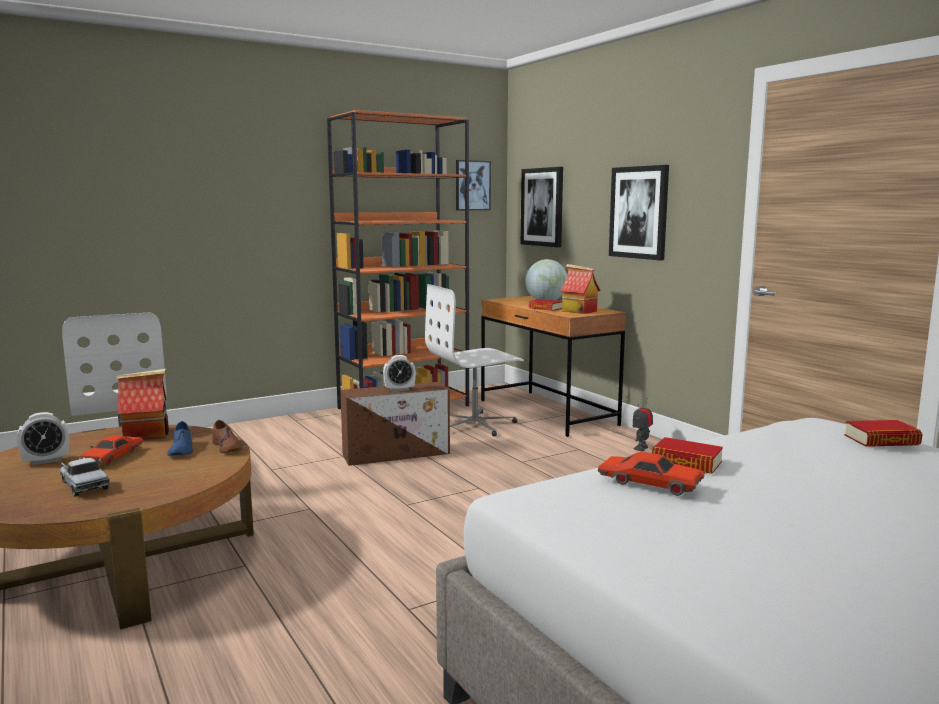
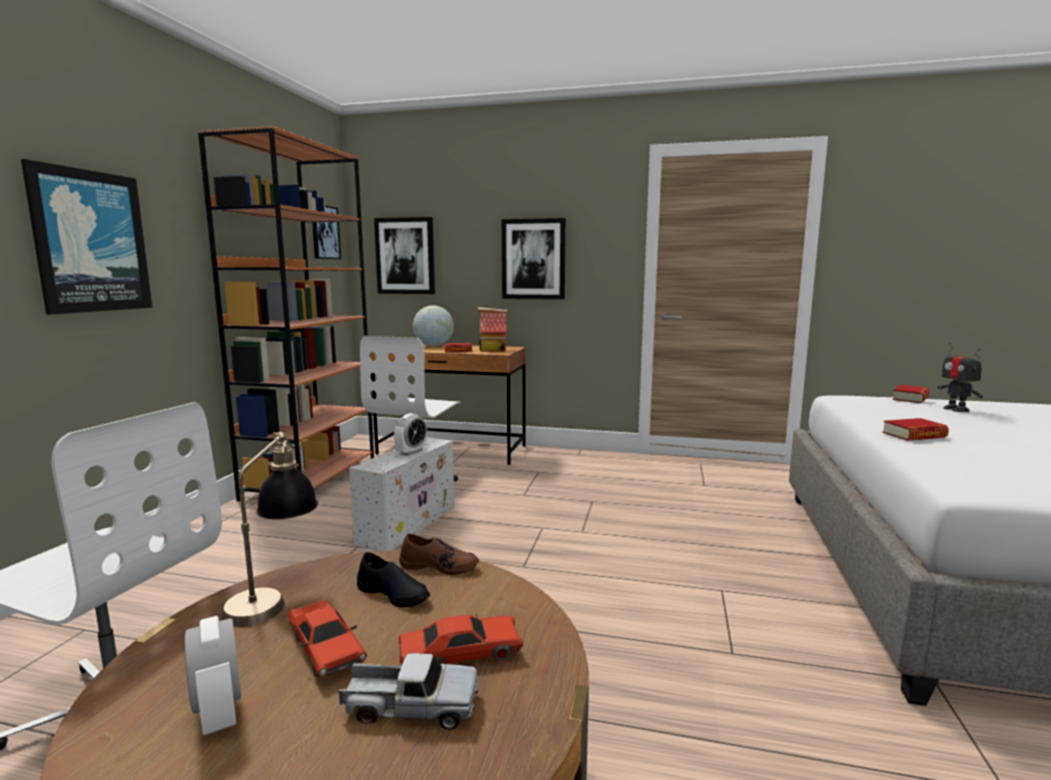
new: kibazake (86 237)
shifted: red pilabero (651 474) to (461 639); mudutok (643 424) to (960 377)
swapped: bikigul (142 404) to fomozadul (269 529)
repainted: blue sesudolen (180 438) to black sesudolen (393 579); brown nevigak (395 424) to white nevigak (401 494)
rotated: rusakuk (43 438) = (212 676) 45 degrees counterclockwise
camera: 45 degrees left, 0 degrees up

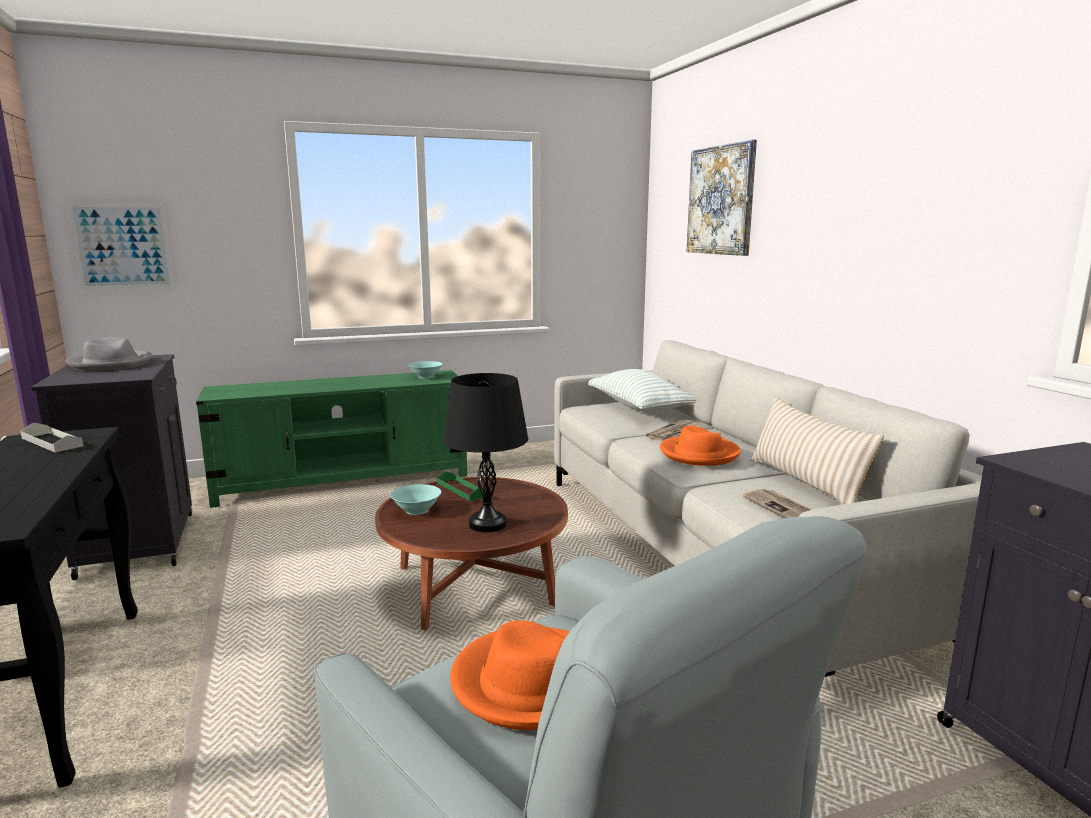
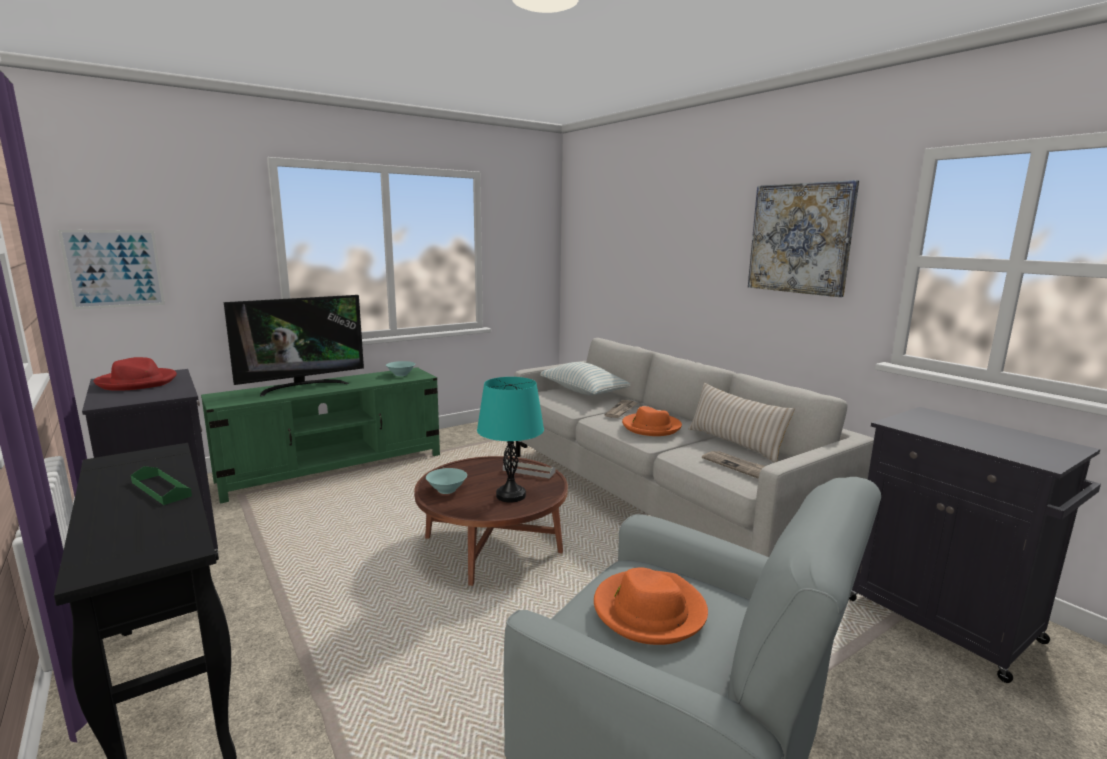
new: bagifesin (294 345)
shifted: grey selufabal (51 437) to (529 469); green selufabal (461 486) to (161 485); kibazake (722 197) to (803 238)
repainted: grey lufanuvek (108 354) to red lufanuvek (135 374); black fomozadul (485 452) to turquoise fomozadul (510 440)
camera: 15 degrees left, 0 degrees up

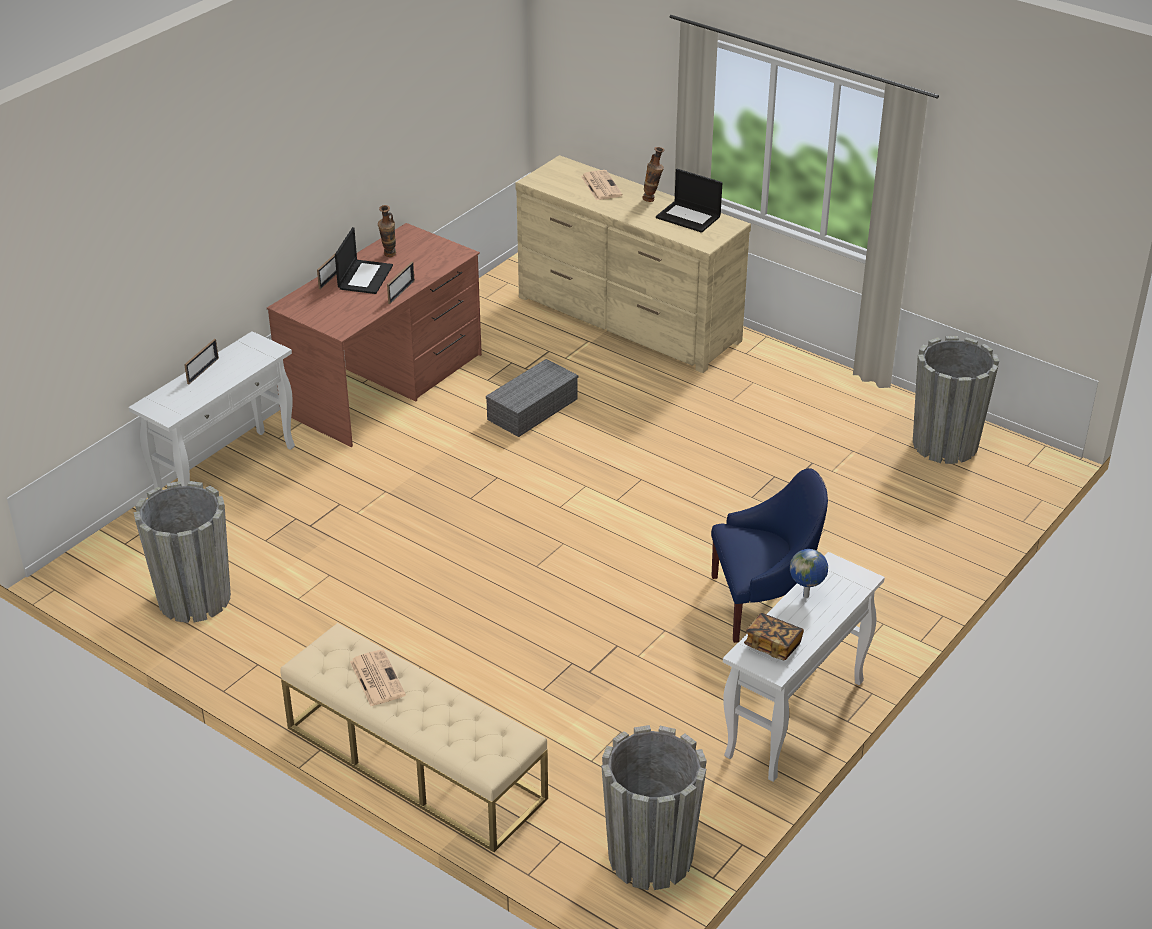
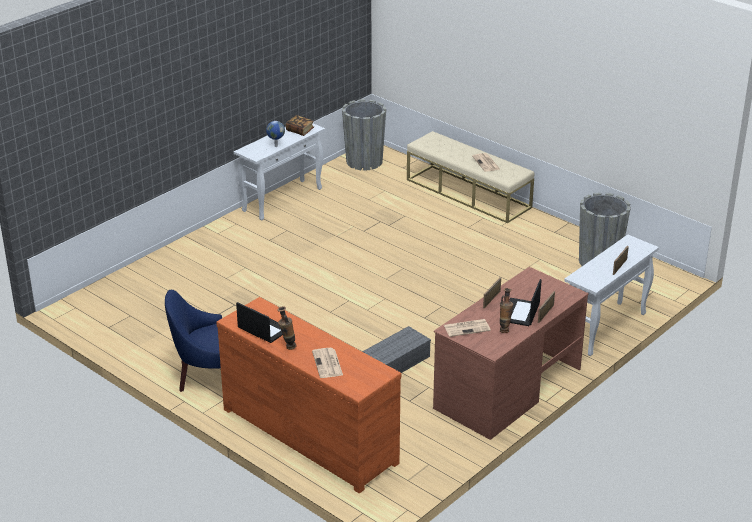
gone: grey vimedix (956 400)
new: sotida (467 328)
shifted: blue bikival (769 555) to (193 341)
repainted: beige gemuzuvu (633 264) to orange gemuzuvu (308 395)
camera: 175 degrees left, 5 degrees down

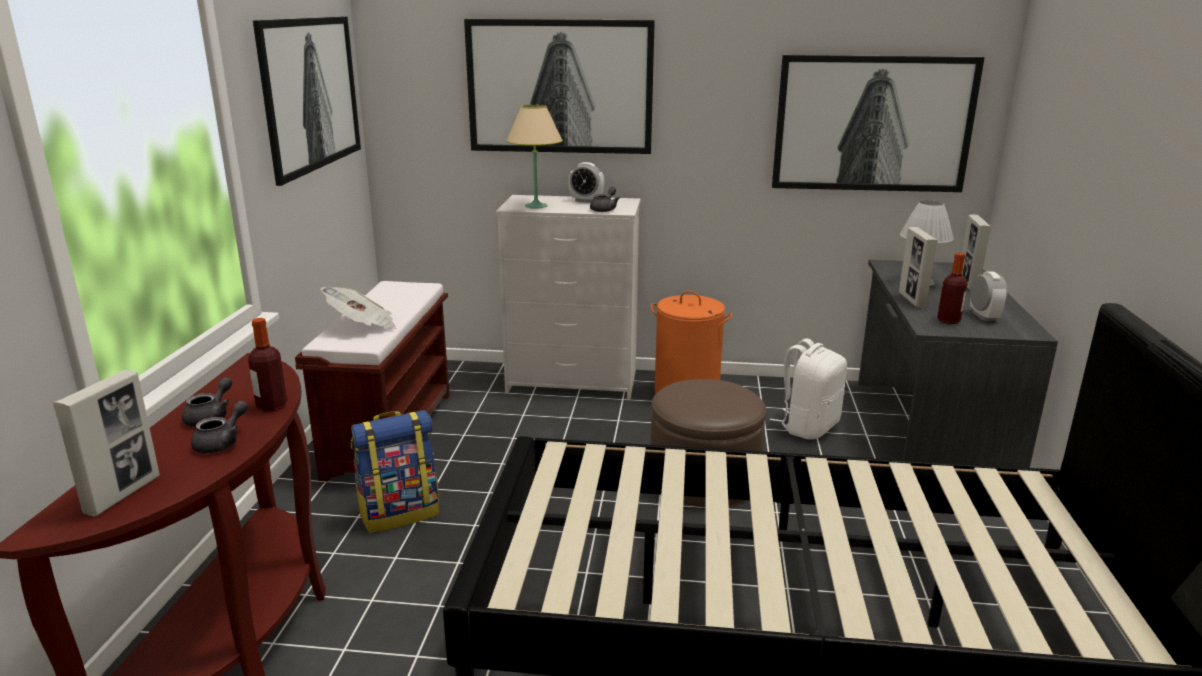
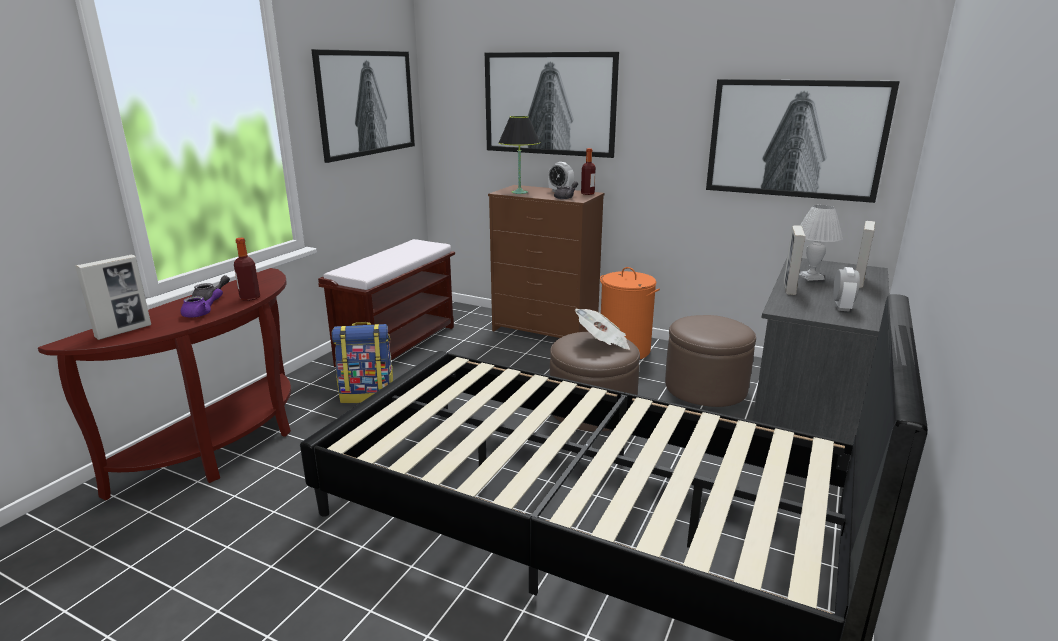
shifted: sotida (358 308) to (602 329); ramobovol (952 288) to (588 171)
swapped: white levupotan (808 389) to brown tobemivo (710 361)
repainted: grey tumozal (219 427) to purple tumozal (202 303); white gemuzuvu (568 297) to brown gemuzuvu (546 261); beige fomozadul (534 157) to black fomozadul (519 155)
camera: 20 degrees right, 0 degrees up

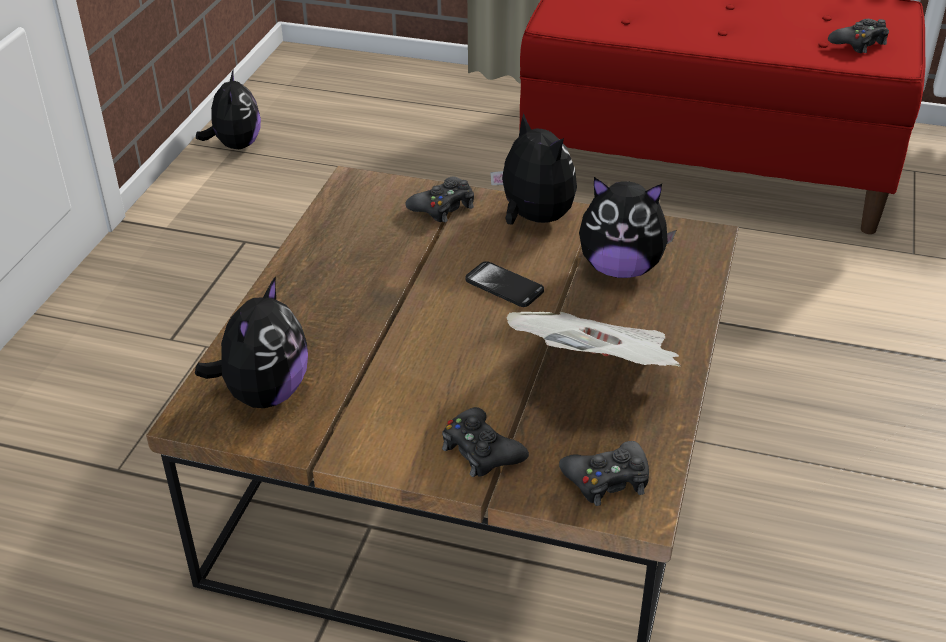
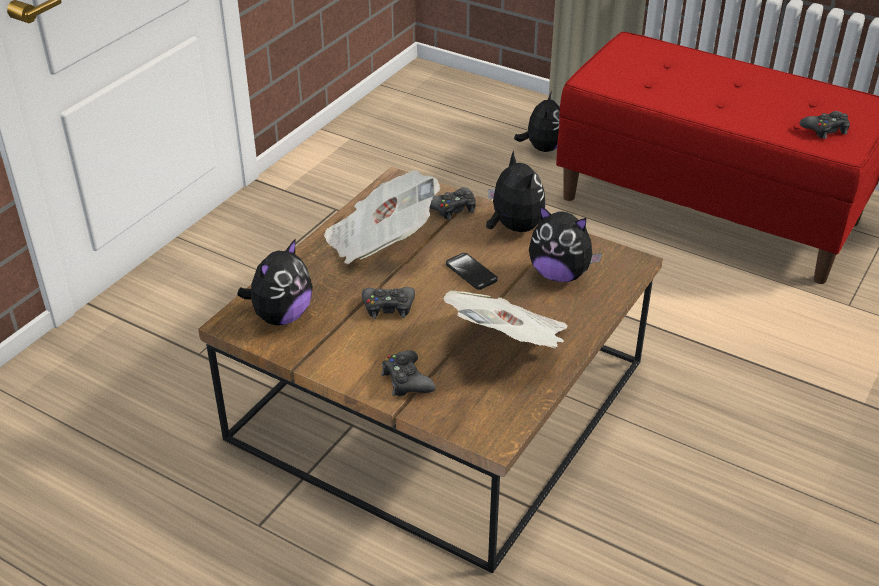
new: sotida (382 217)
shifted: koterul (228 108) to (537 121); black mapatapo (604 473) to (388 303)
camera: 15 degrees right, 0 degrees up

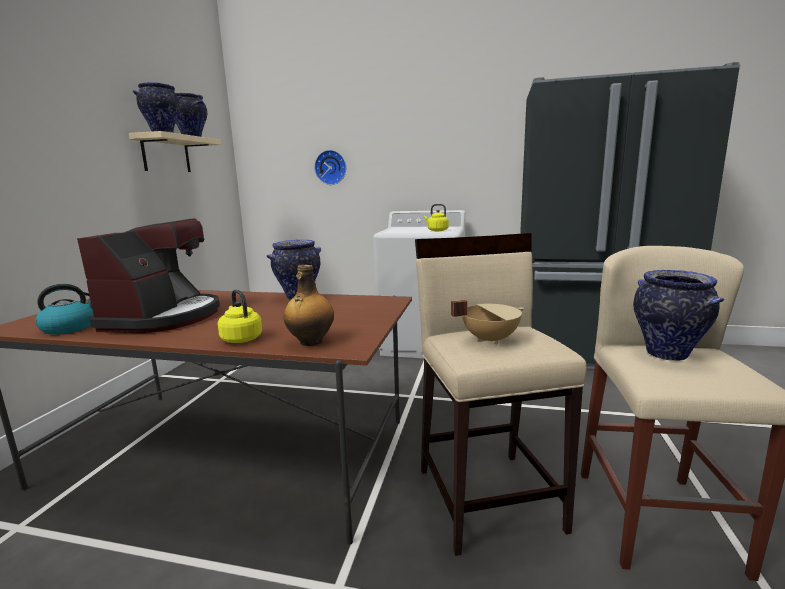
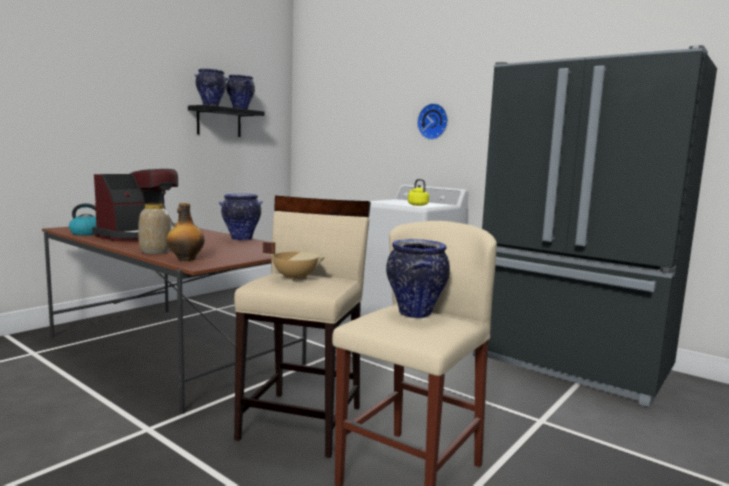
shifted: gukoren (330 167) to (432 121)
swapped: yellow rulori (240 316) to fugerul (154 228)
repainted: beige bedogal (175 151) to black bedogal (226 121)
camera: 25 degrees right, 5 degrees down

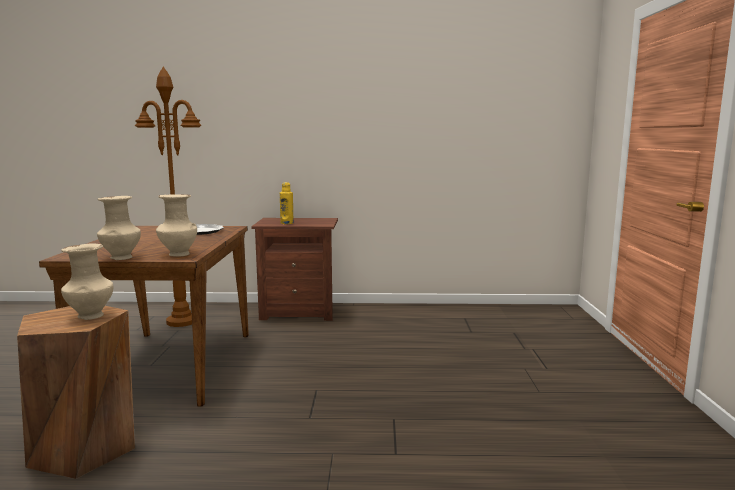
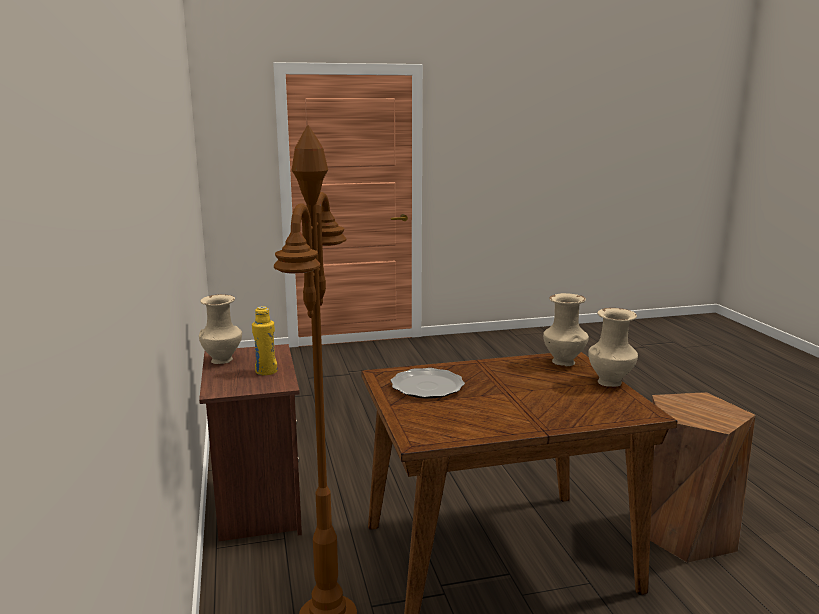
shifted: beige fugerul (87 282) to (220 329)
camera: 105 degrees left, 5 degrees up

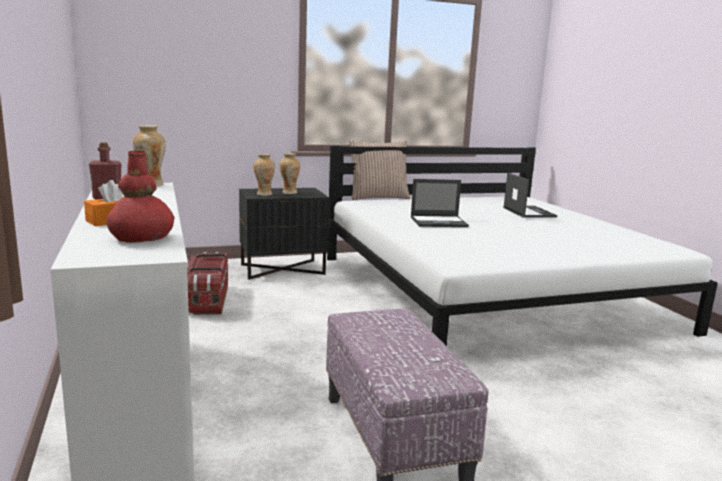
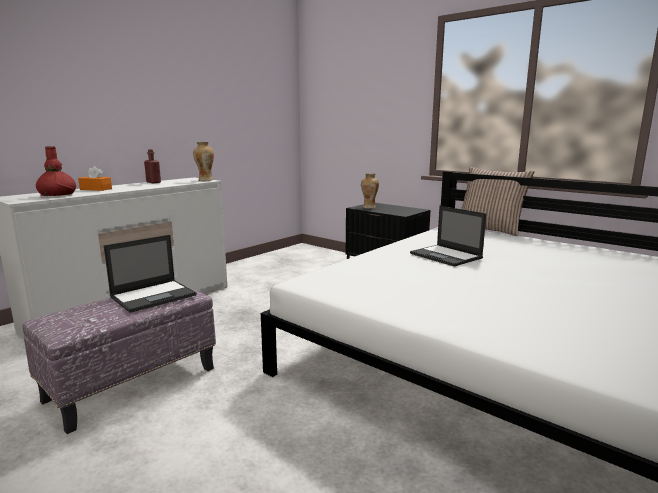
gone: nevigak (207 283); fugerul (289 173)
shifted: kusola (530 195) to (150 274)
camera: 60 degrees right, 0 degrees up

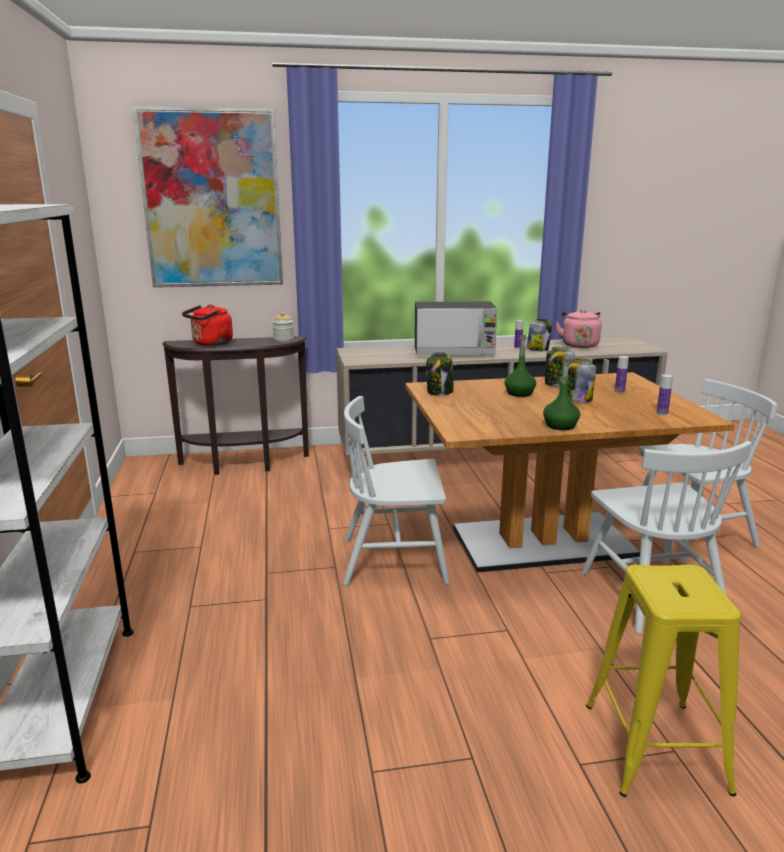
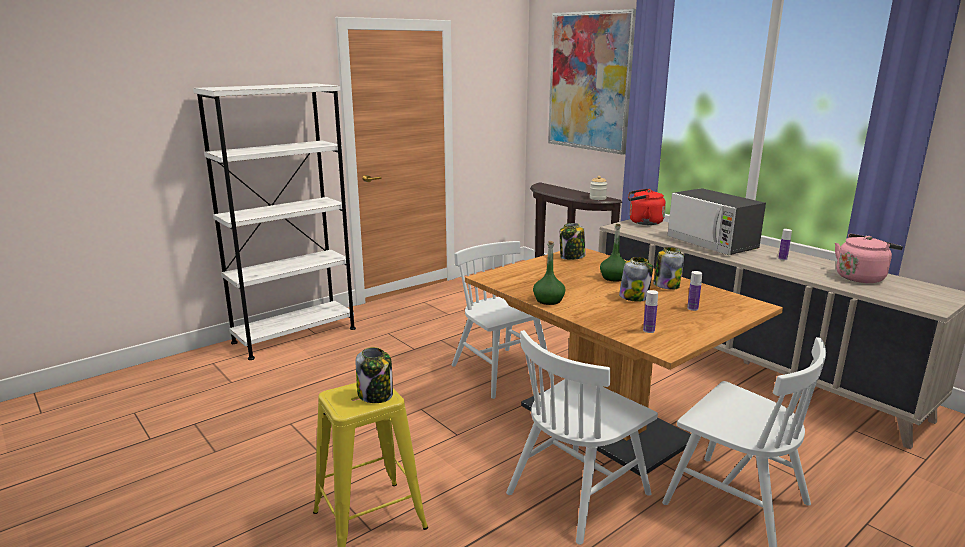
shifted: red rulori (207 325) to (647 207); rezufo (539 335) to (374 375)
camera: 60 degrees right, 0 degrees up

